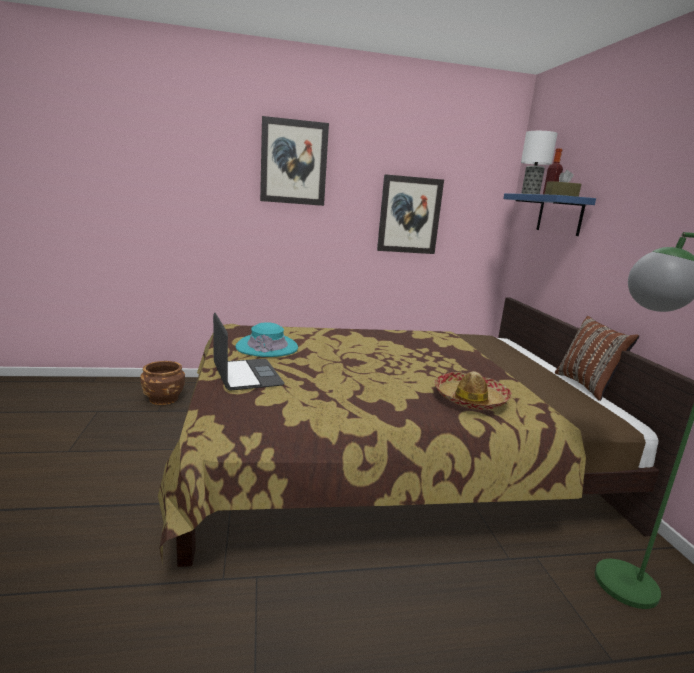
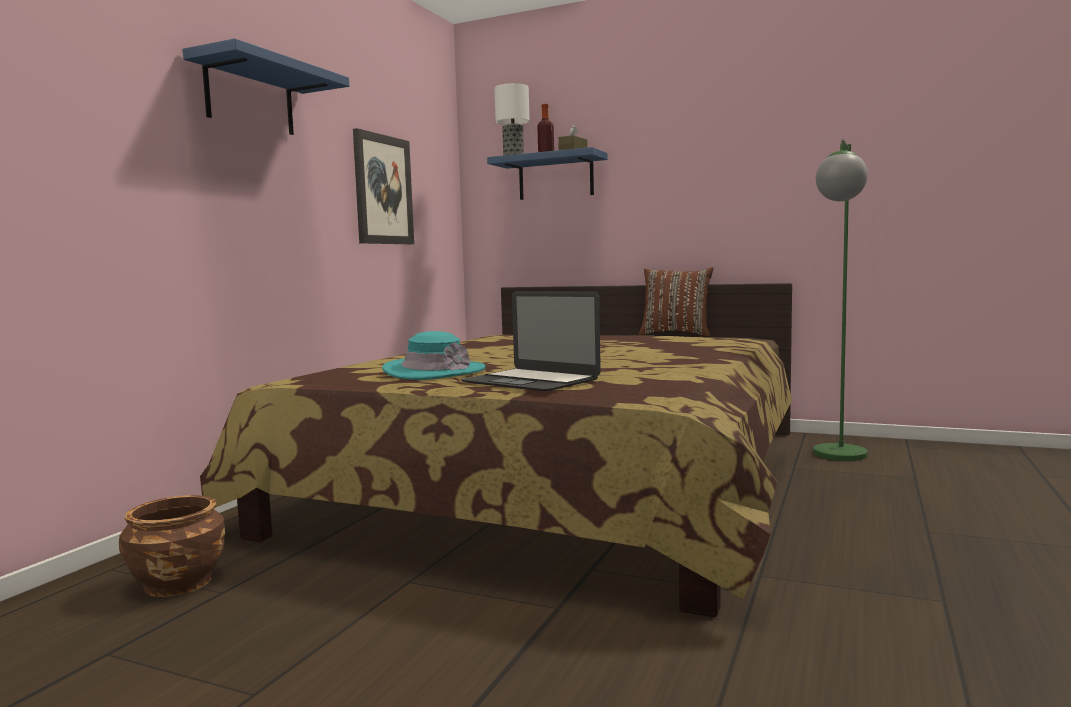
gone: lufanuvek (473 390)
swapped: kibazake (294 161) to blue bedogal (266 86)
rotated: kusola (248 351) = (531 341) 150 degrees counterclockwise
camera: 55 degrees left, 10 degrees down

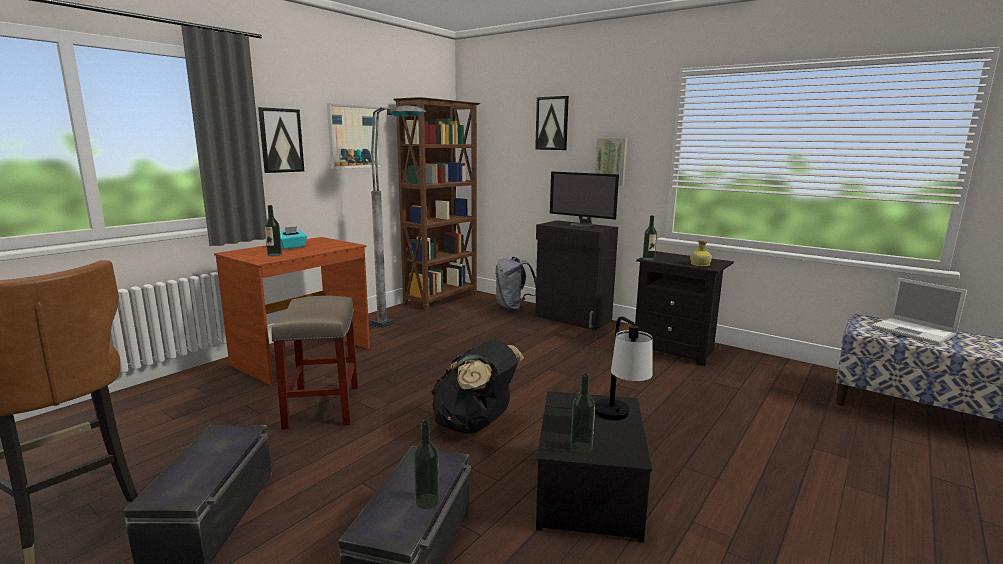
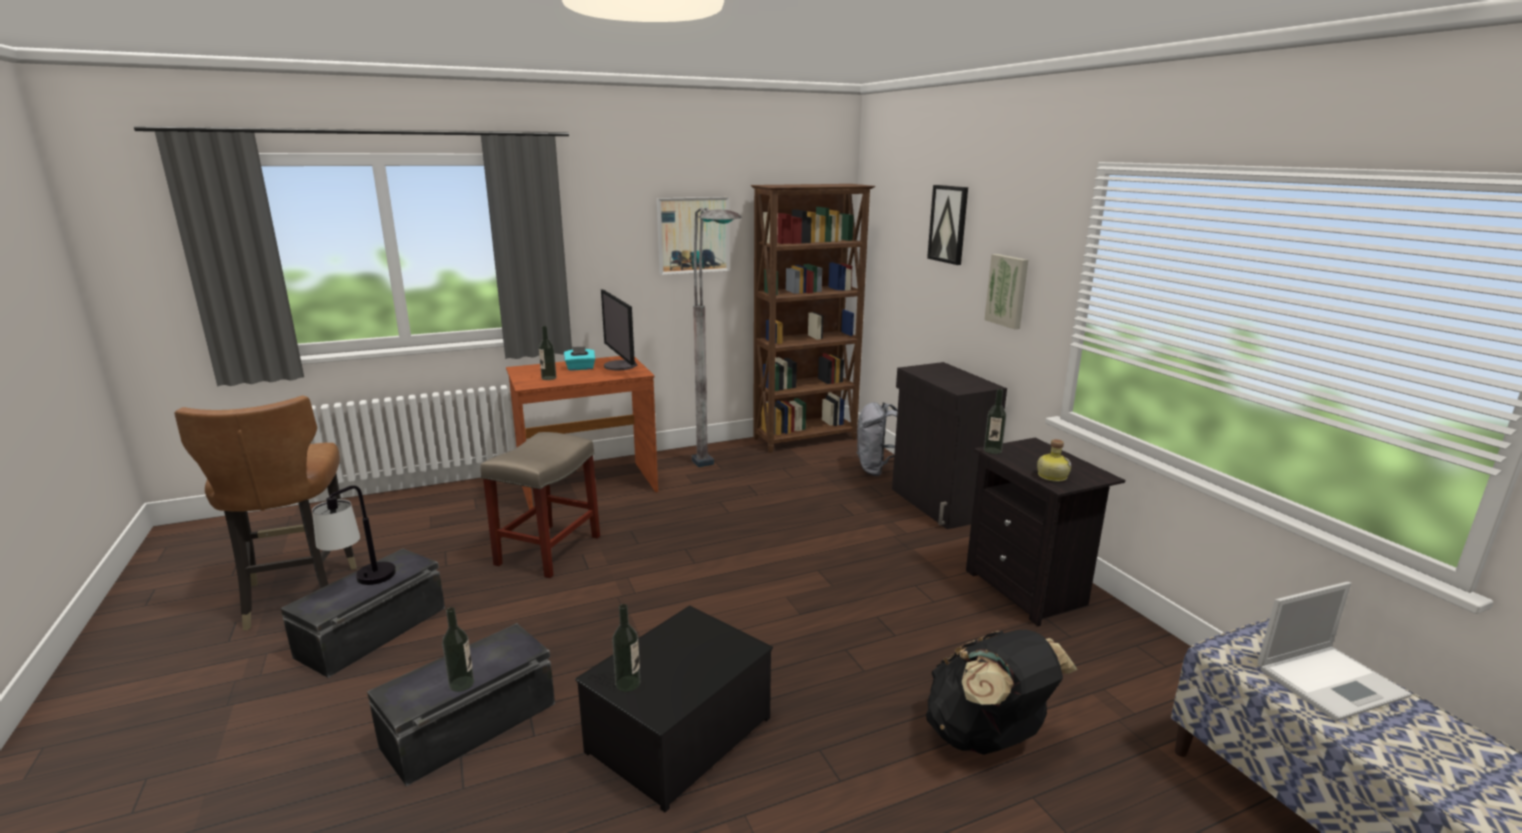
gone: kibazake (281 140)
shifted: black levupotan (477 387) to (1002 692); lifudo (584 199) to (619 329); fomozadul (624 368) to (354 535)
rotated: kusola (919 311) = (1334 651) 105 degrees counterclockwise
camera: 30 degrees right, 5 degrees up

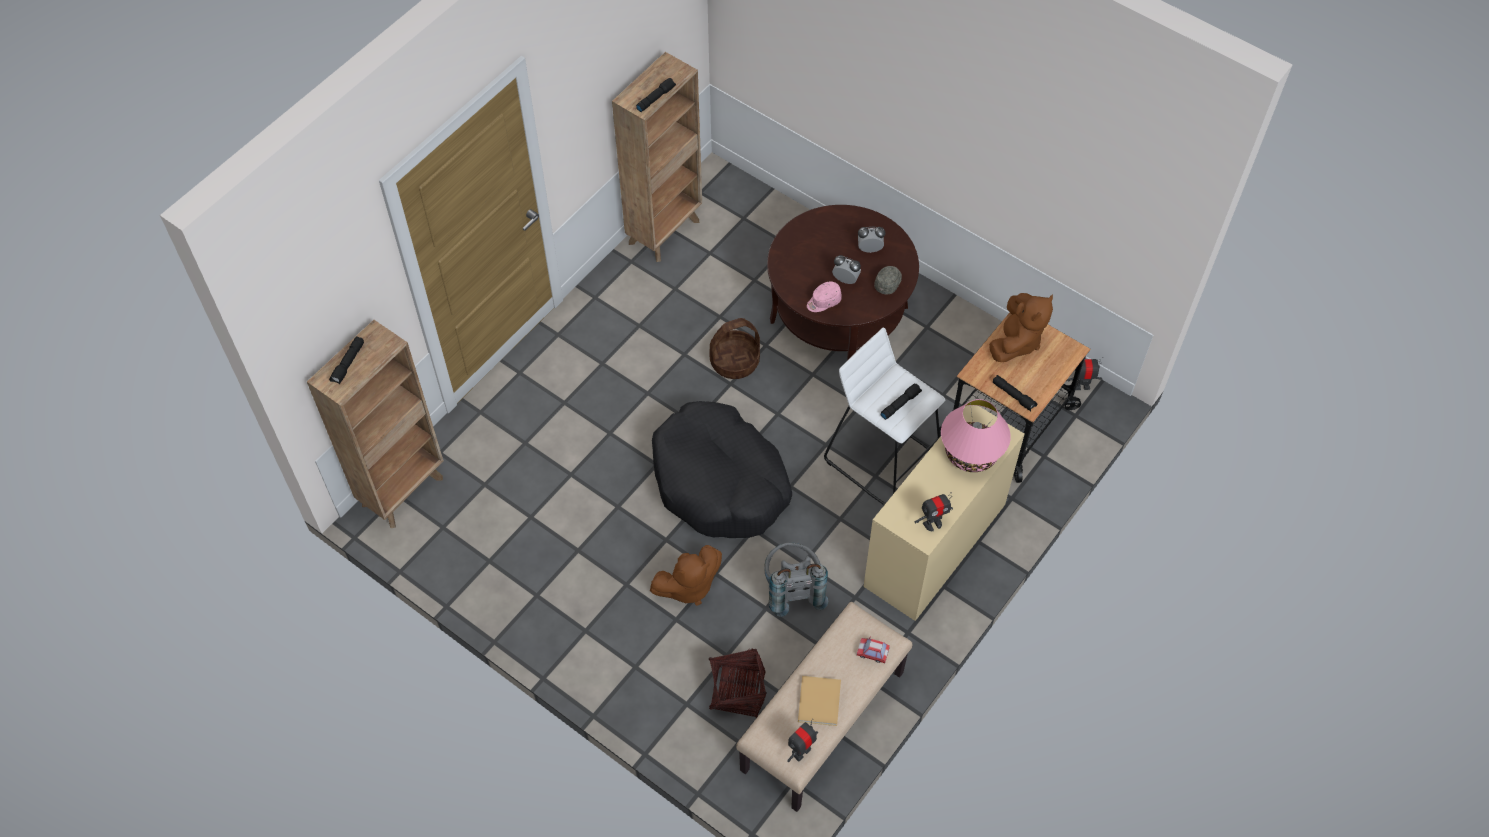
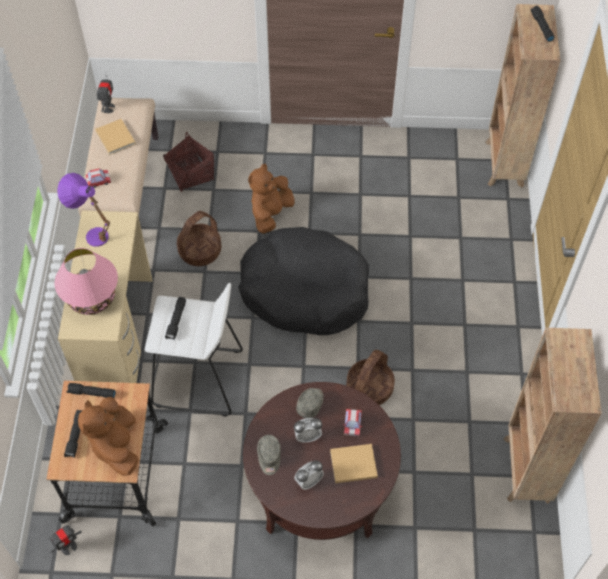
new: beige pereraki (354 463); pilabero (352 422)
shifted: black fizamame (656 95) to (73 434)
swapped: grey levupotan (796 580) to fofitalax (199 238); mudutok (934 511) to purple fomozadul (83 210)
repainted: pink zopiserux (824 296) to grey zopiserux (310 403)
camera: 145 degrees right, 0 degrees up

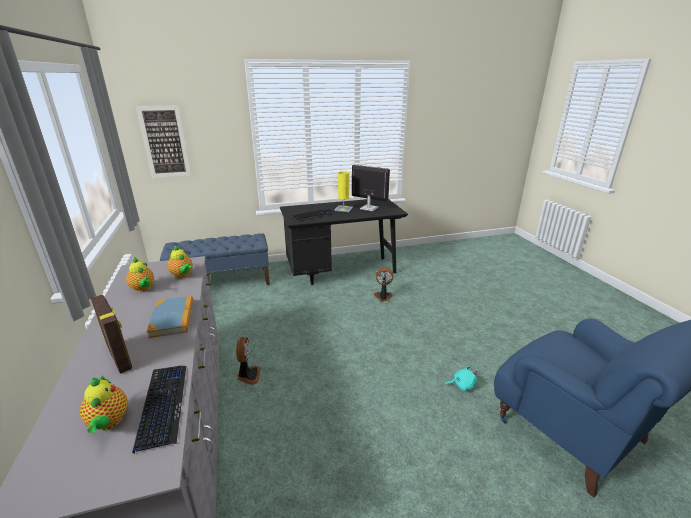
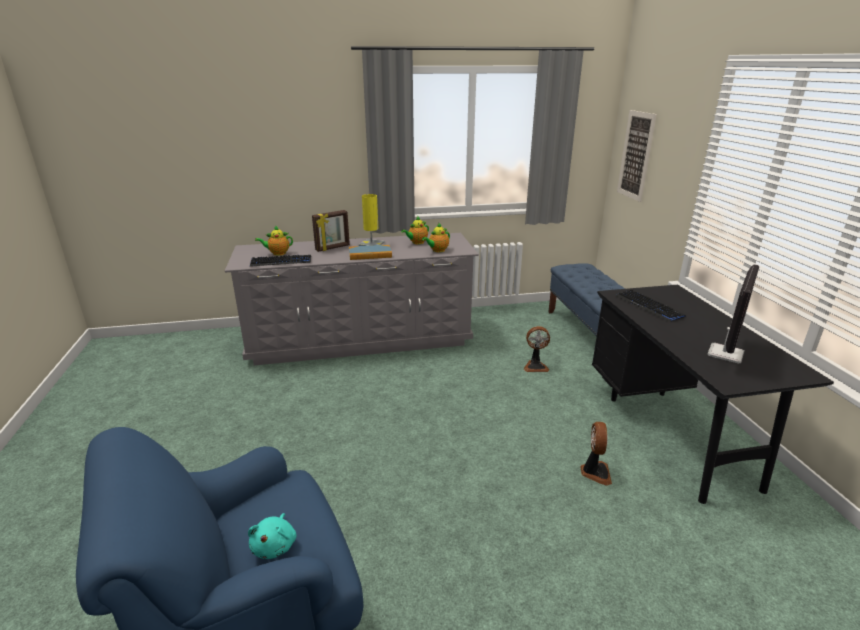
shifted: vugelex (248 361) to (537 349); yellow fomozadul (344 191) to (372 220); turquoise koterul (460 378) to (272 536)
camera: 95 degrees right, 0 degrees up

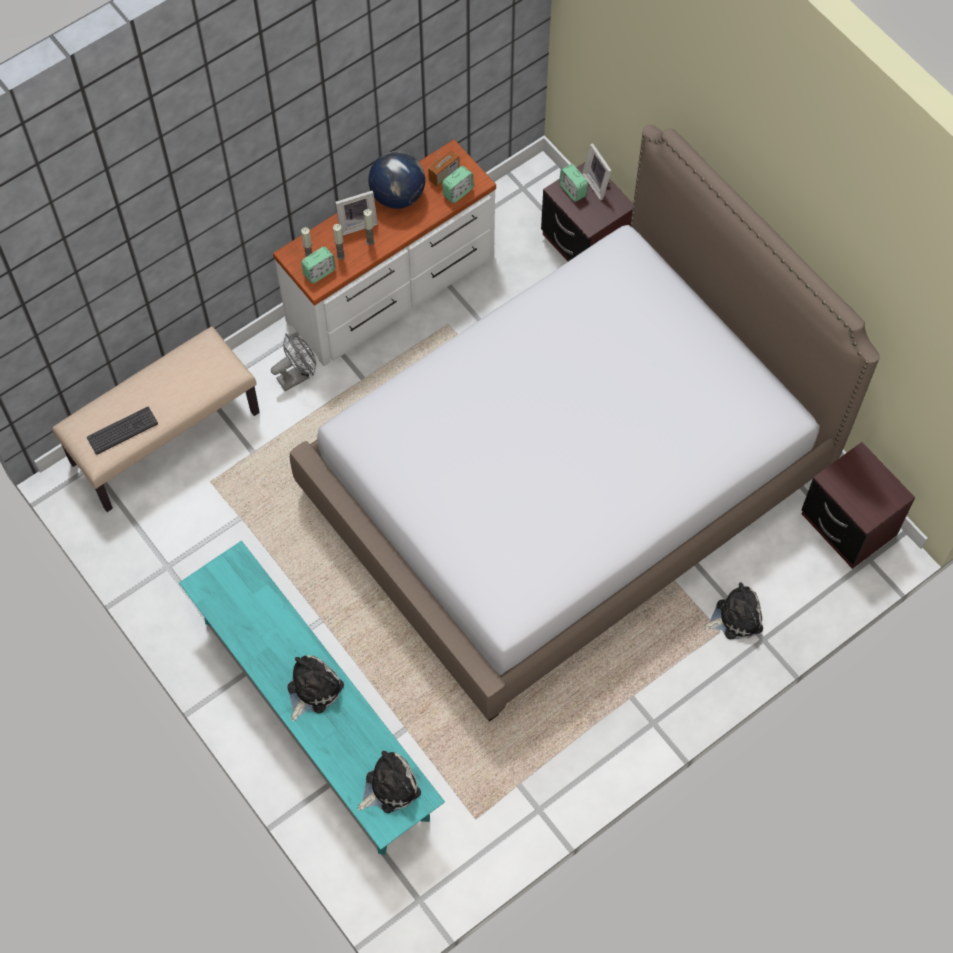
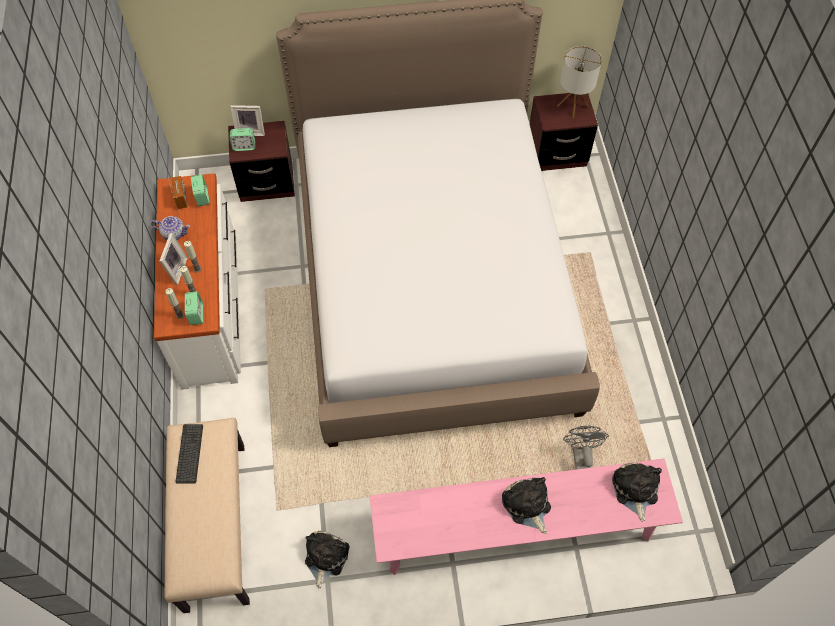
new: fomozadul (579 82)
shifted: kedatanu (122 431) to (189 454); grey vugelex (293 362) to (586 447); koterul (733 610) to (327 560)
swapped: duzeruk (396 180) to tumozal (170 228)
repainted: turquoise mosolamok (312 698) to pink mosolamok (526 517)
camera: 60 degrees left, 5 degrees down

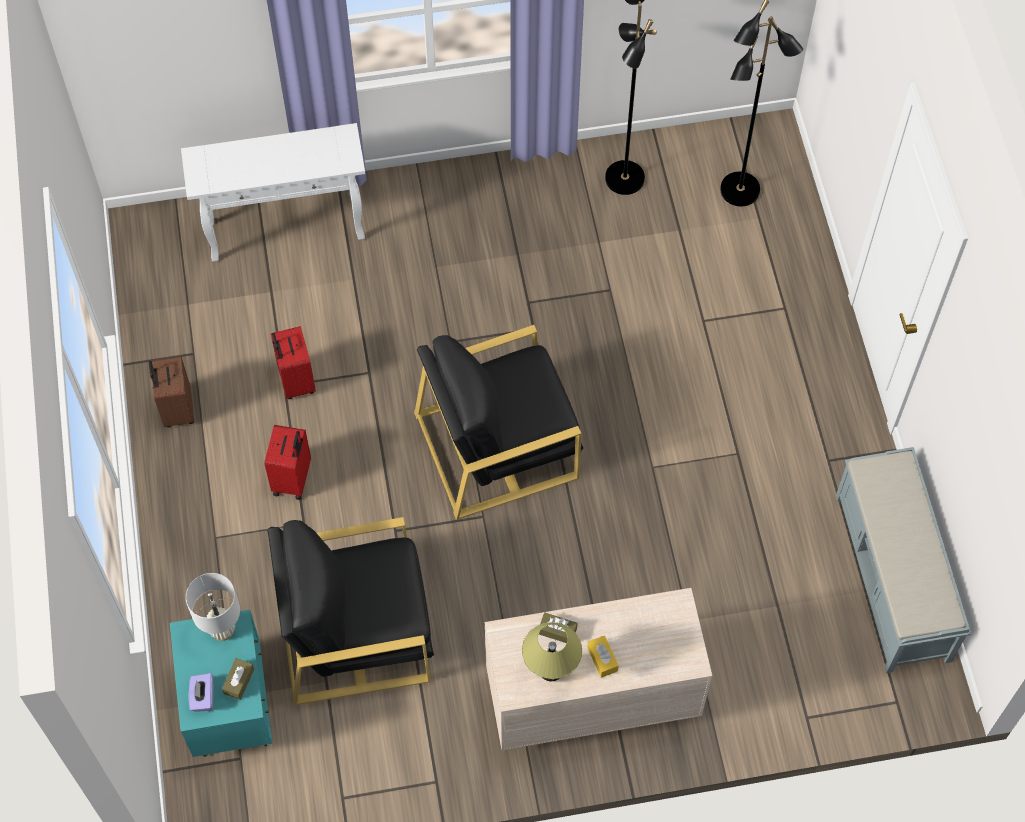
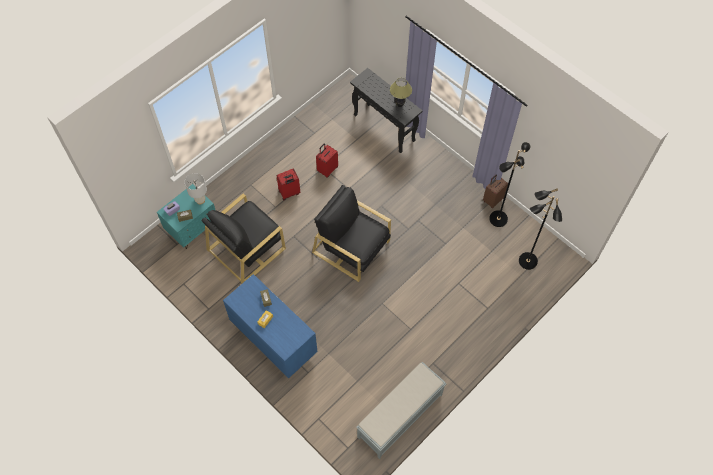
shifted: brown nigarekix (171 391) to (495 191); fomozadul (552 651) to (401 92)
repainted: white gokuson (273 192) to black gokuson (386 110); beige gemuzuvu (598 669) to blue gemuzuvu (270 326)
rotated: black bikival (350 611) = (244 238) 90 degrees counterclockwise
camera: 55 degrees right, 0 degrees up

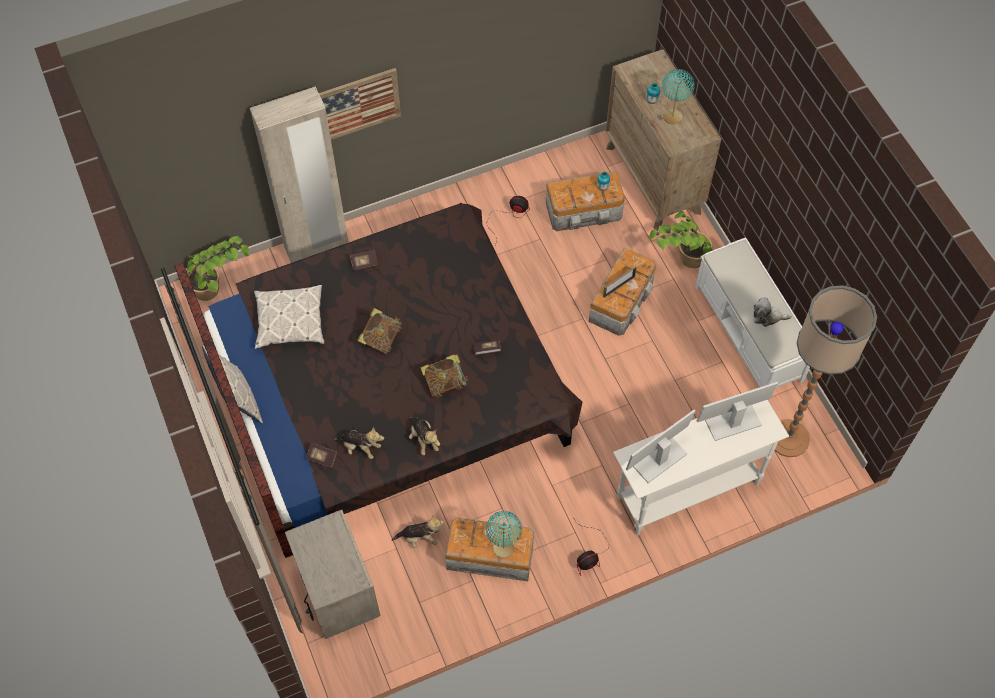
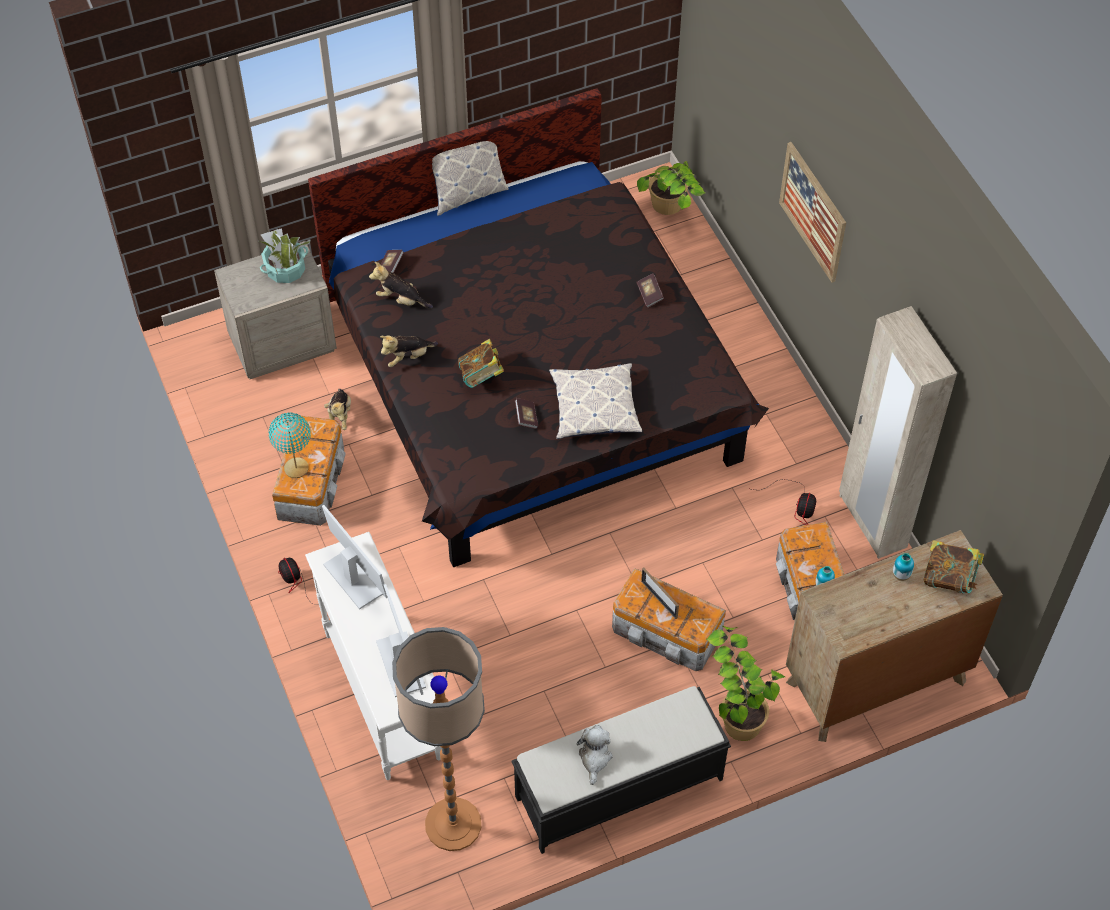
gone: turquoise fomozadul (678 96)
new: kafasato (285 255)
shifted: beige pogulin (299 174) to (898 432); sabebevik (289 317) to (595 401); pereraki (379 331) to (954 566)
repainted: white mosolamok (752 312) to black mosolamok (621 770)
rotated: koterul (358 443) = (401 285) 90 degrees clockwise
camera: 90 degrees right, 5 degrees down

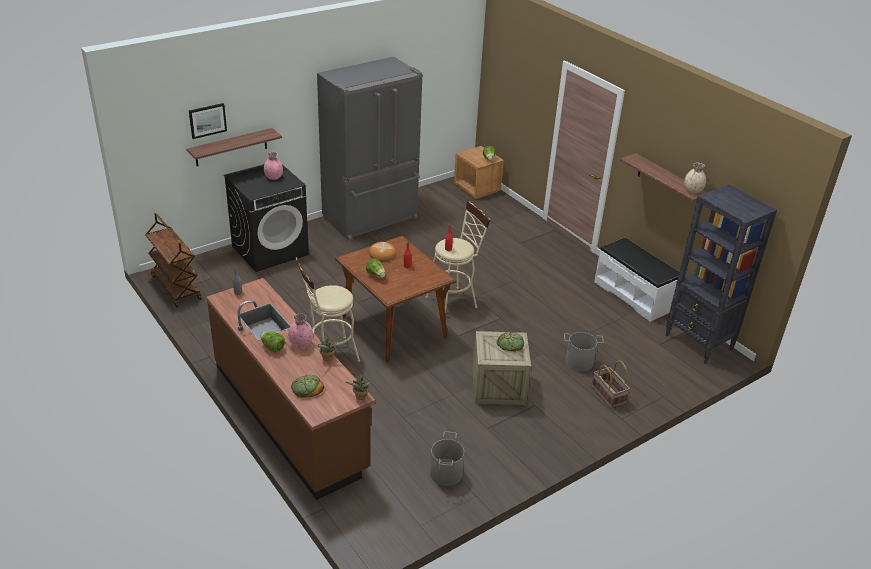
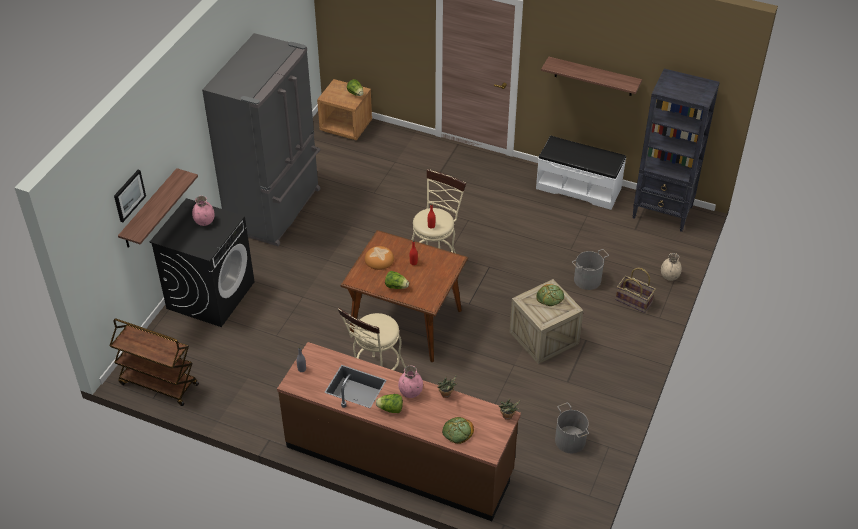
shifted: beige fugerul (695 178) to (671 267)
camera: 30 degrees left, 10 degrees up

